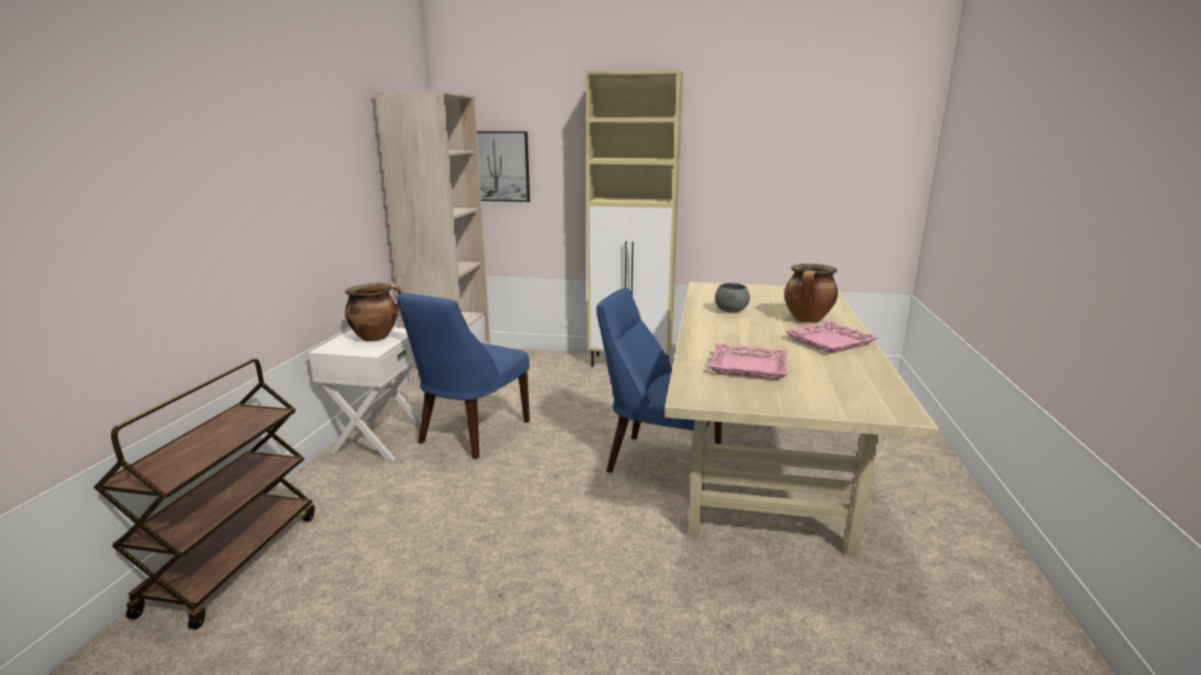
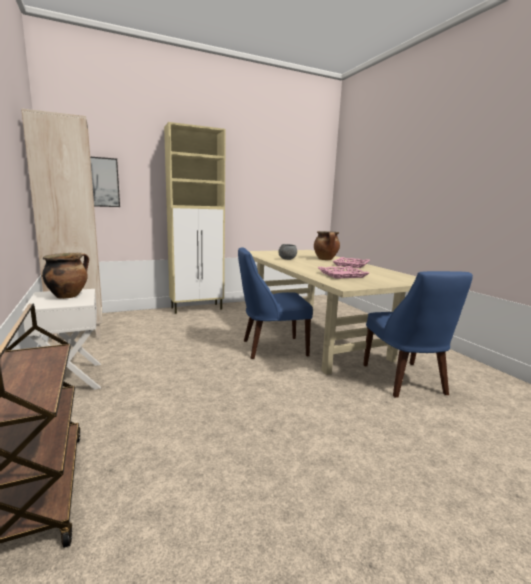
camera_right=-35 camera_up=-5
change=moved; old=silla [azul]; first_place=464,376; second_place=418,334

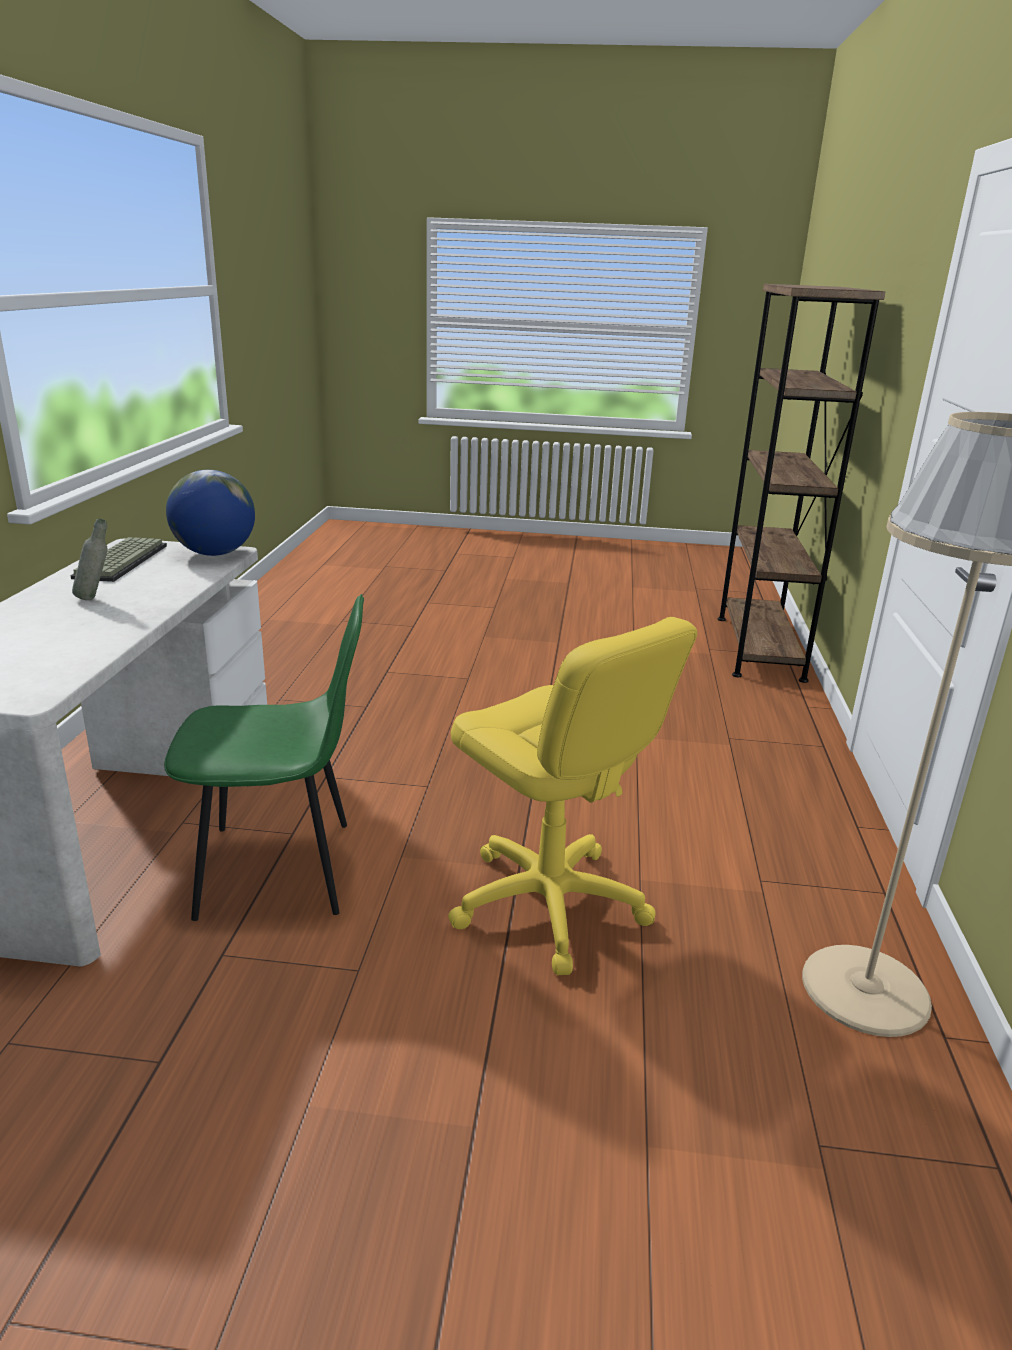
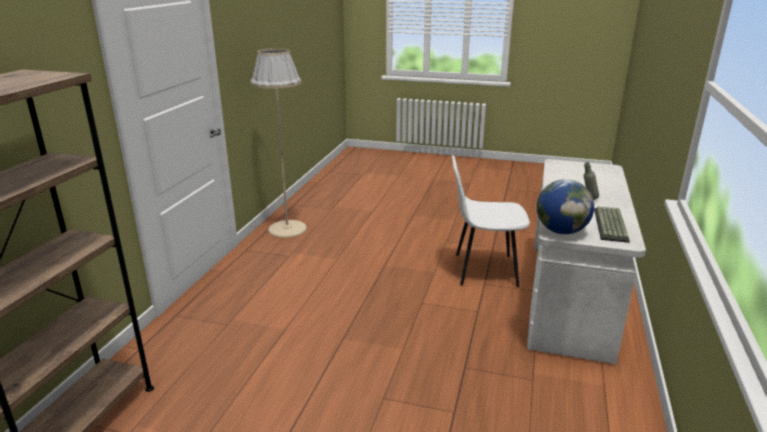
camera_right=-170 camera_up=0
change=recoloured; old=silla [verde]; new=silla [blanco]; first_place=264,757; second_place=491,221
change=removed; old=silla de oficina [amarillo]; first_place=572,796

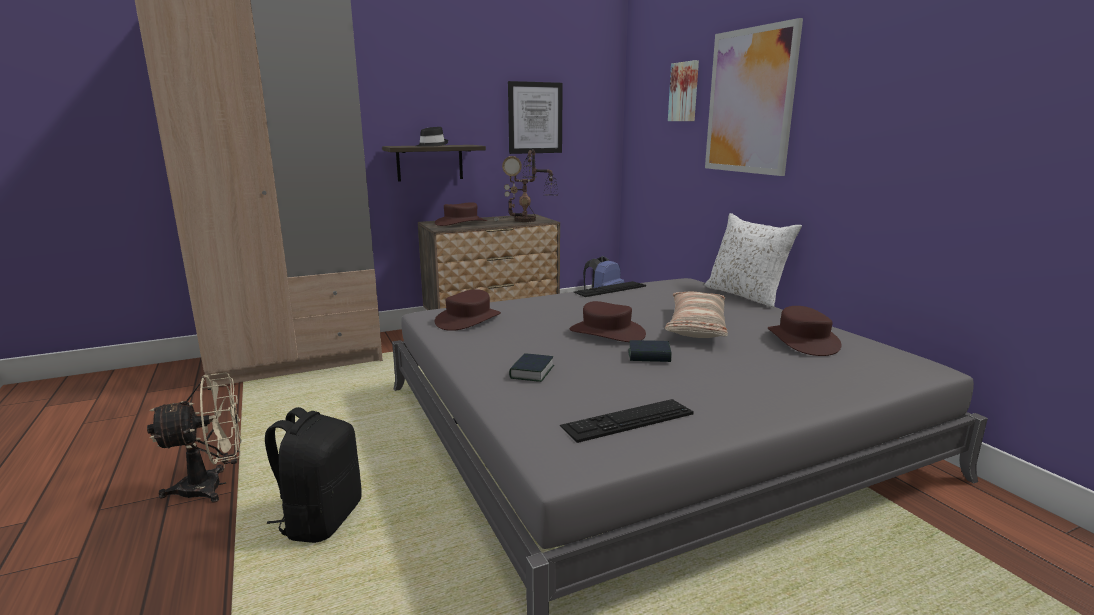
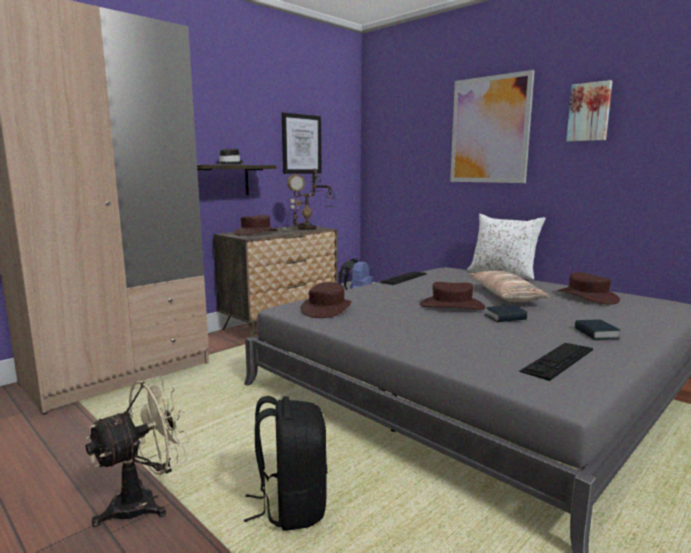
camera_right=-20 camera_up=-5
change=moved; old=cuadro; first_place=683,90; second_place=589,111
change=moved; old=libro; first_place=531,367; second_place=597,330

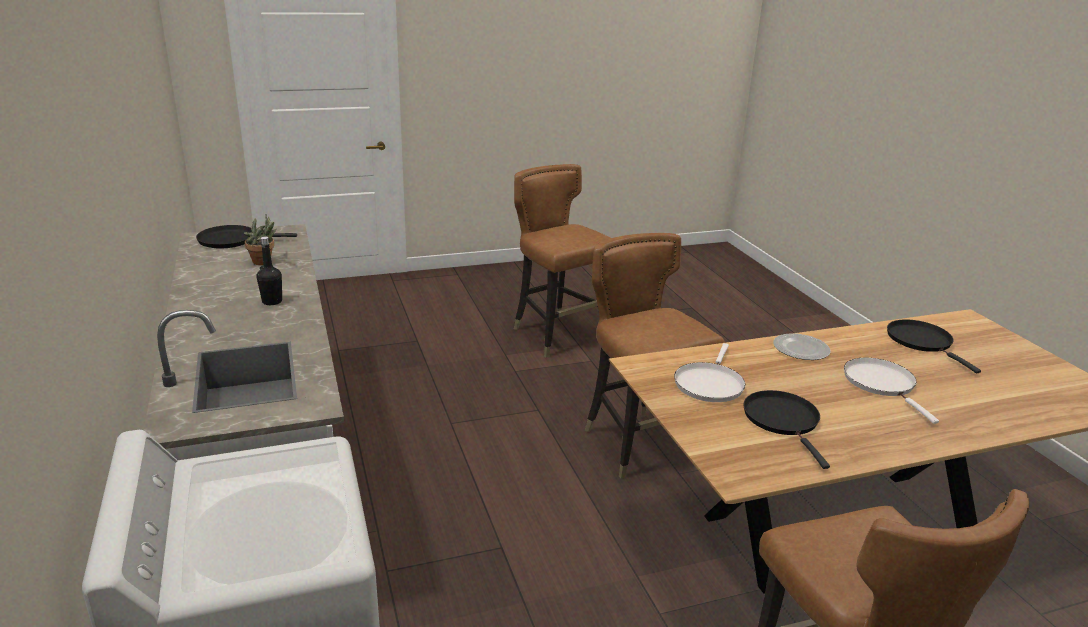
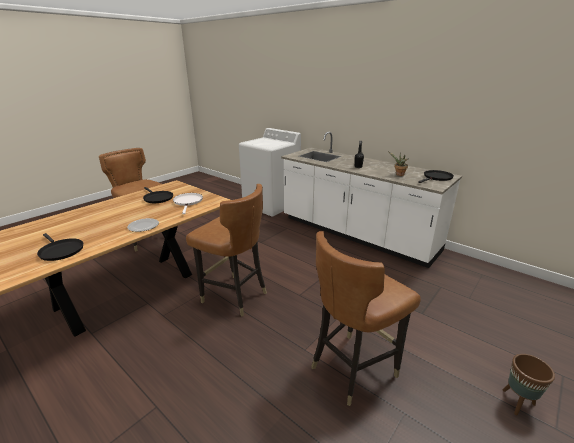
camera_right=150 camera_up=0
change=turned; old=silla [marrón]; first_place=562,261; second_place=366,318; degrees=120
change=removed; old=sartén [blanco]; first_place=891,391
change=added; new=maceta [marrón]; second_place=528,384

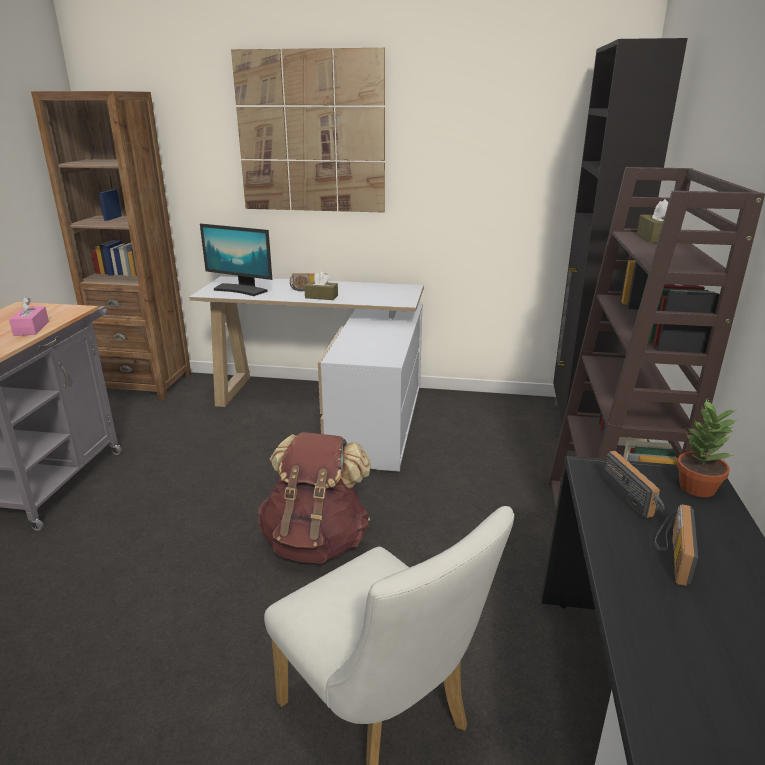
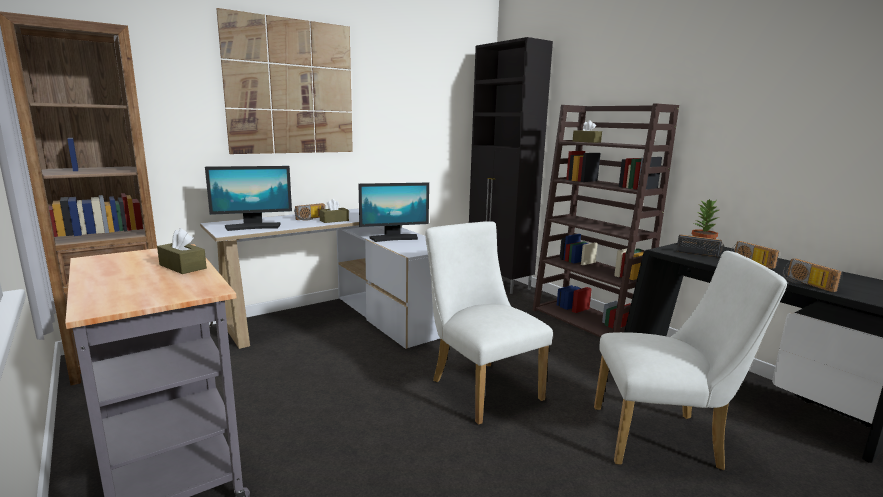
camera_right=-45 camera_up=-10
change=recoloured; old=caja de pañuelos [rosa]; new=caja de pañuelos [marrón]; first_place=29,316; second_place=182,251
change=replaced; old=mochila [marrón]; new=silla [blanco]; first_place=314,498; second_place=489,323
change=added; new=monitor; second_place=393,212
change=added; new=radio; second_place=812,275

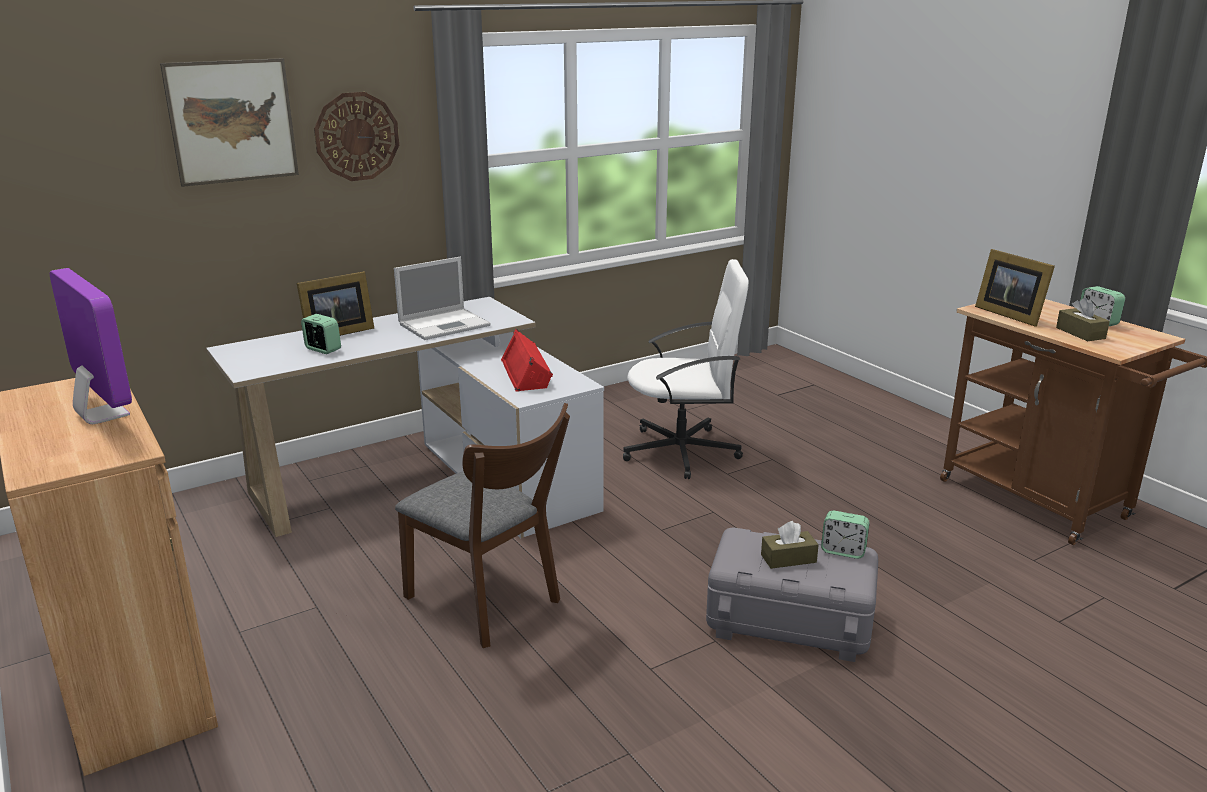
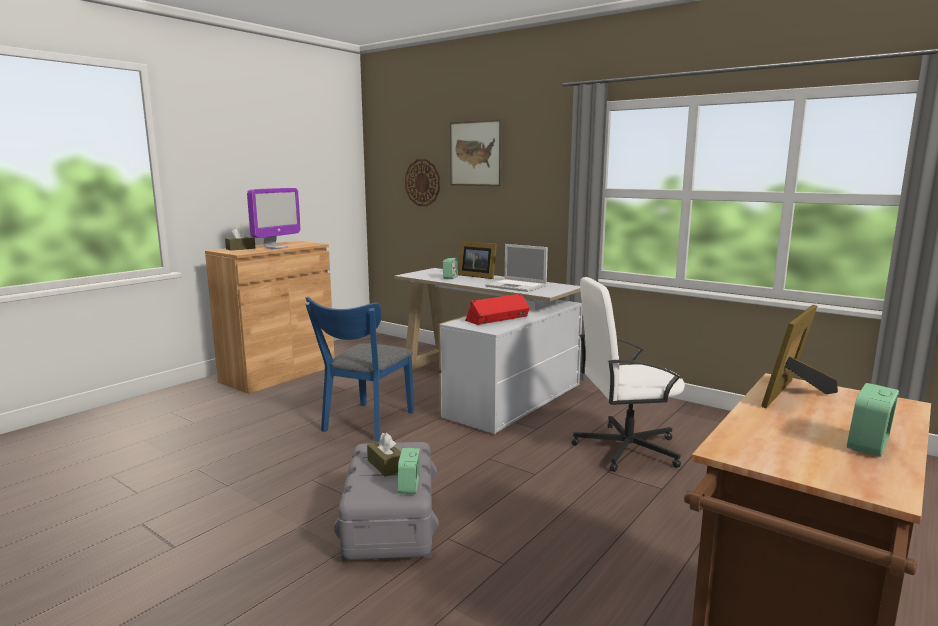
camera_right=70 camera_up=-10
change=moved; old=reloj de pared; first_place=356,136; second_place=422,182
change=turned; old=silla de oficina [blanco]; first_place=686,369; second_place=628,374; degrees=105
change=moved; old=caja de pañuelos [marrón]; first_place=1083,319; second_place=240,239
change=recoloured; old=silla [marrón]; new=silla [azul]; first_place=482,525; second_place=359,368

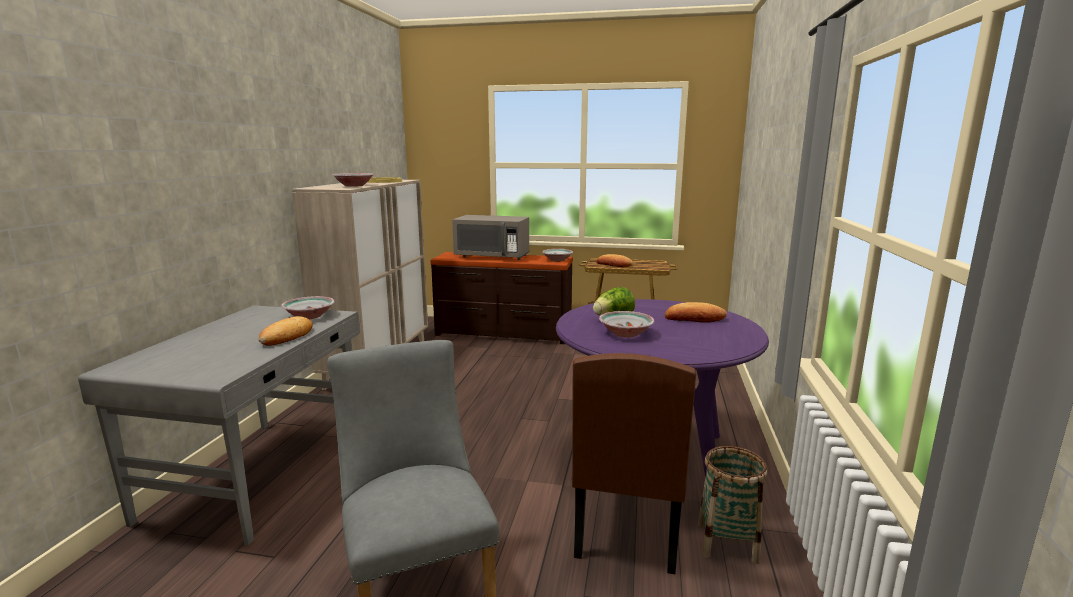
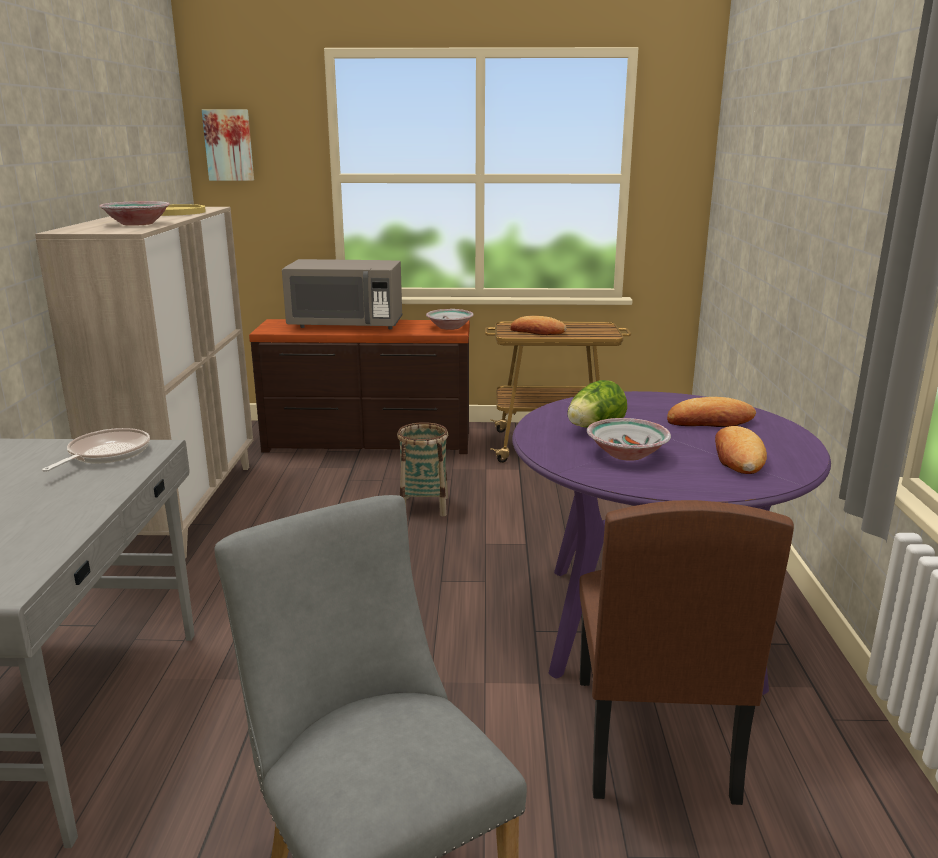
camera_right=-10 camera_up=5
change=replaced; old=cuenco; new=sartén; first_place=308,307; second_place=96,450
change=moved; old=pan; first_place=286,331; second_place=741,450
change=moved; old=cesta; first_place=732,505; second_place=422,469
change=added; new=cuadro; second_place=228,145

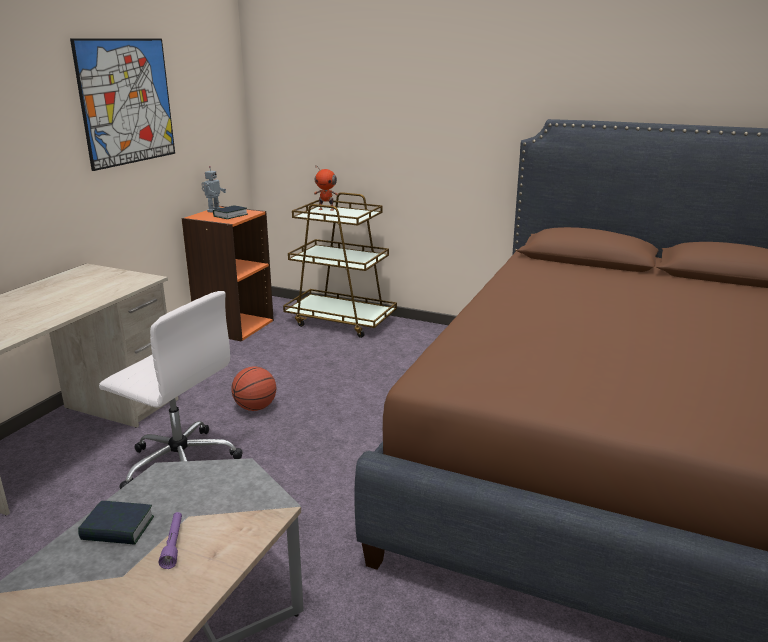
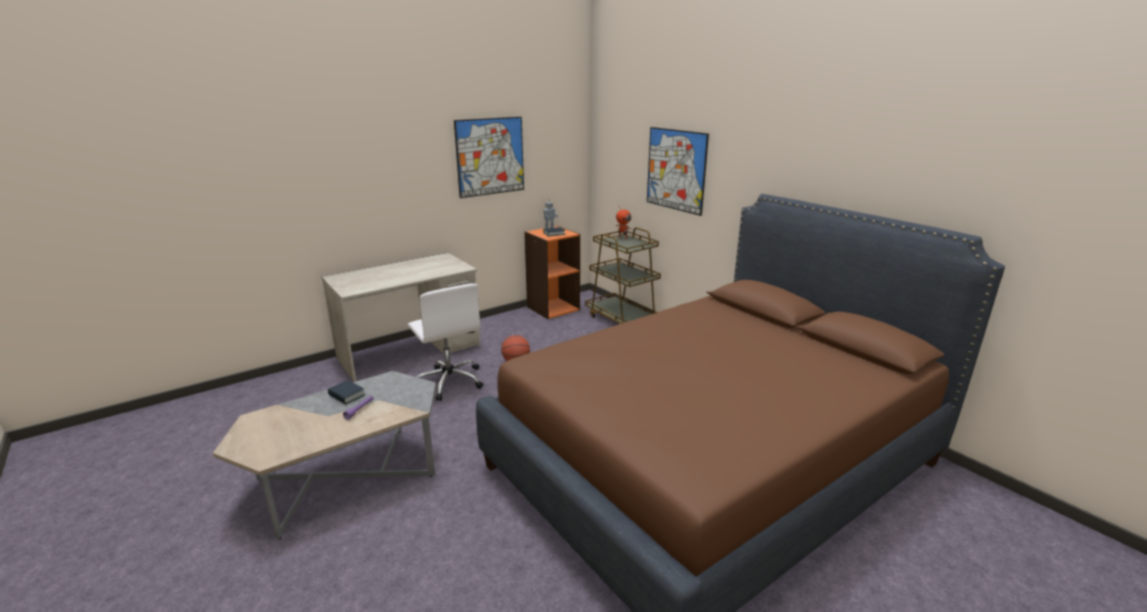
camera_right=30 camera_up=0
change=added; new=cuadro; second_place=678,171

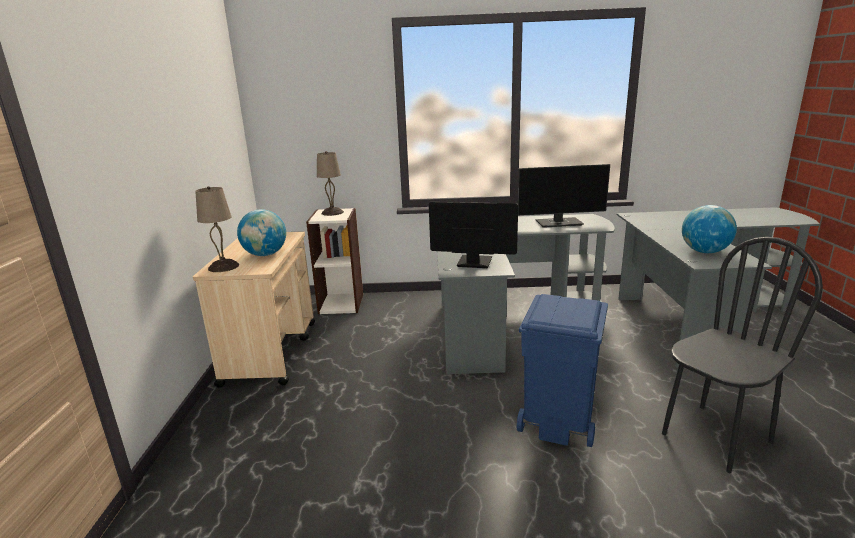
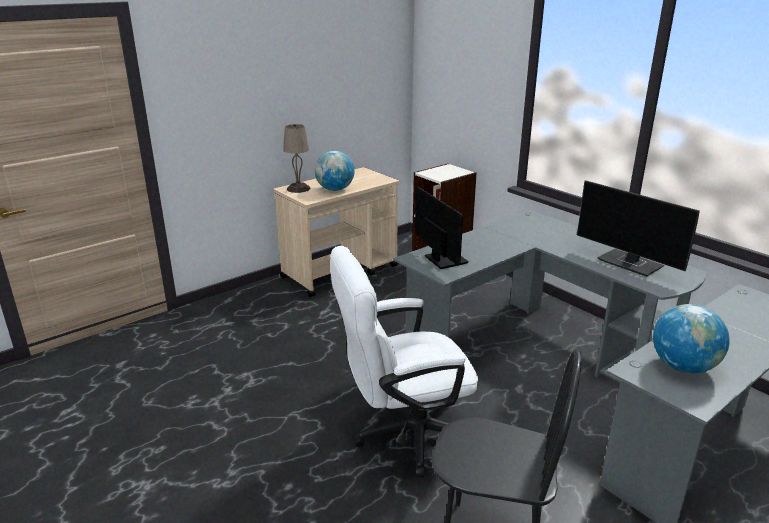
camera_right=50 camera_up=5
change=removed; old=lámpara de mesa [beis]; first_place=330,183
change=replaced; old=papelera [azul]; new=silla de oficina [blanco]; first_place=562,370; second_place=404,361

